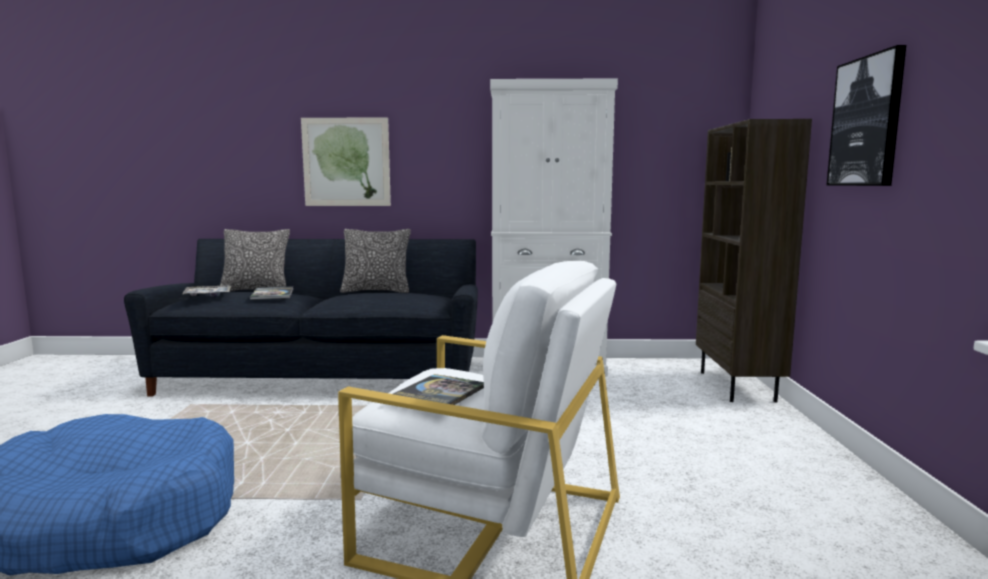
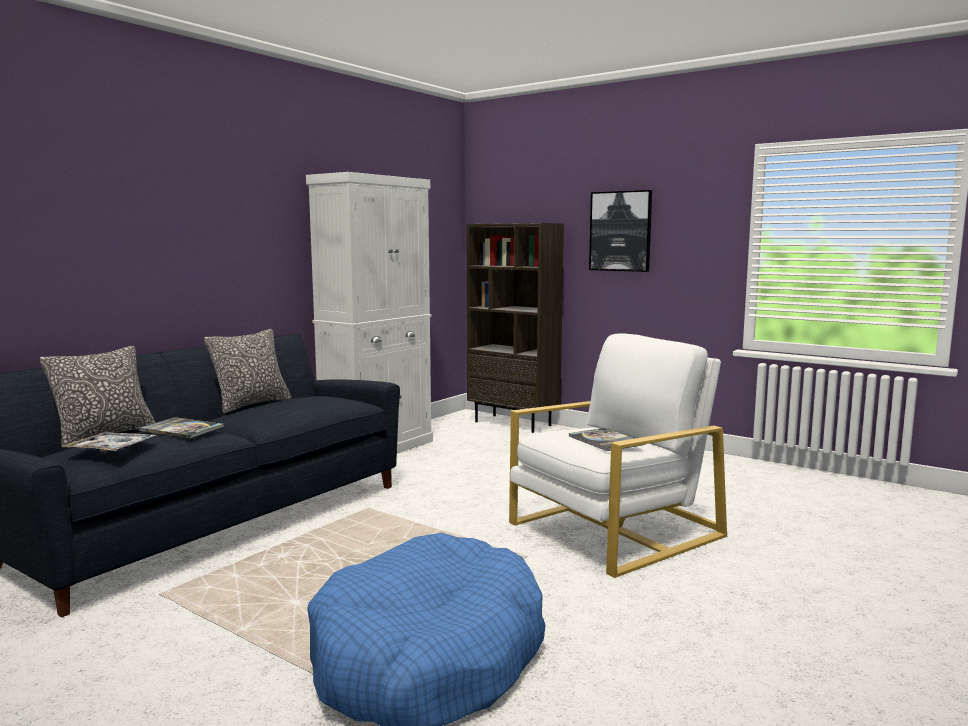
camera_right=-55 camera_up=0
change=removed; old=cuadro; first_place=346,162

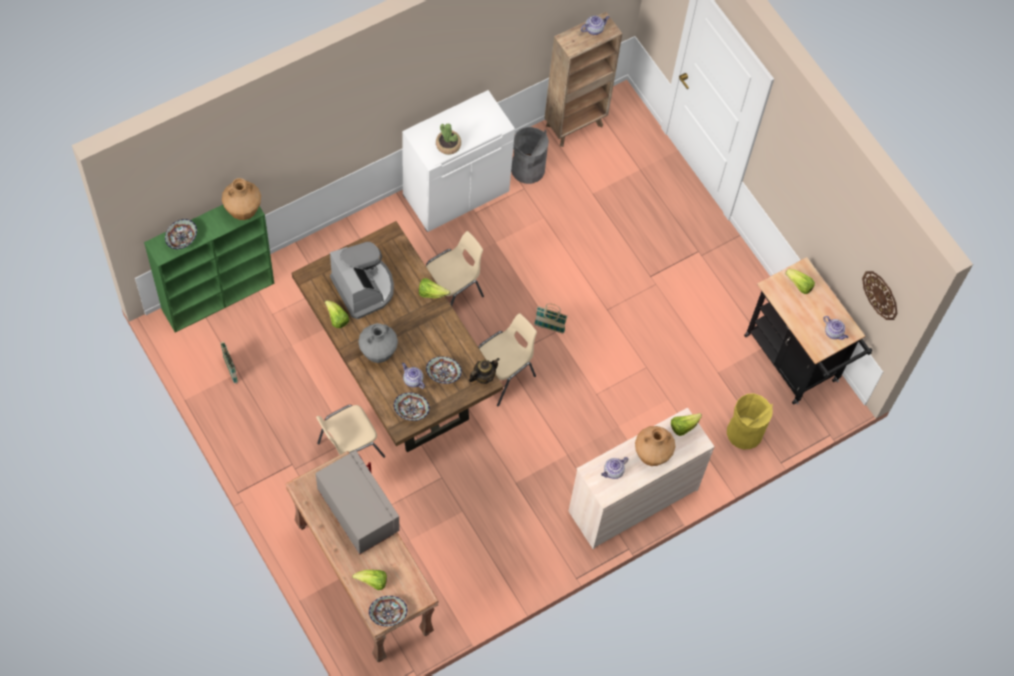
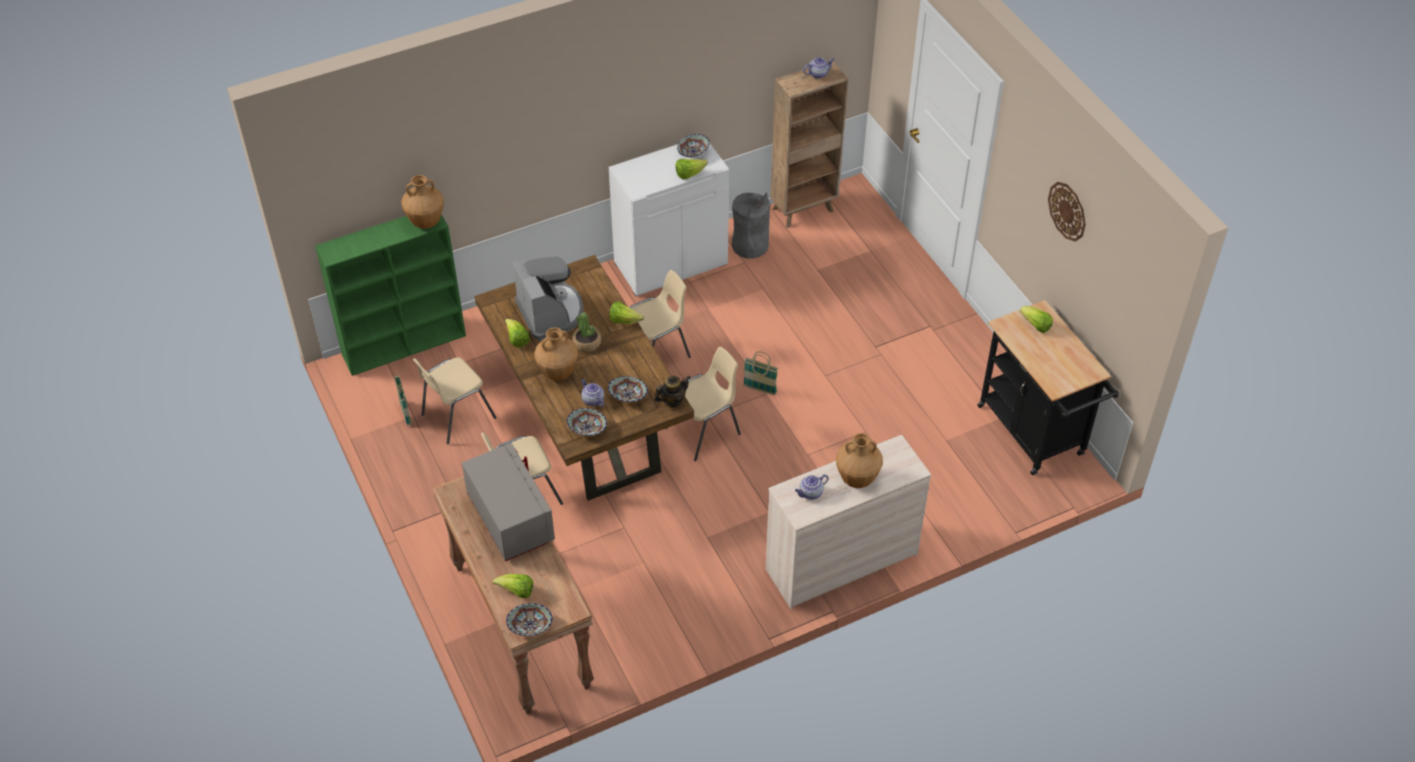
camera_right=10 camera_up=-15
change=moved; old=planta en maceta; first_place=448,139; second_place=586,332
change=moved; old=cuenco; first_place=181,234; second_place=693,145
change=moved; old=reloj de pared; first_place=879,295; second_place=1067,212
change=removed; old=tetera; first_place=835,328
change=recoloured; old=florero [gris]; new=florero [marrón]; first_place=378,343; second_place=556,354
change=removed; old=papelera [amarillo]; first_place=750,421
change=moved; old=lechuga; first_place=686,424; second_place=691,169
change=added; new=silla [beis]; second_place=455,400

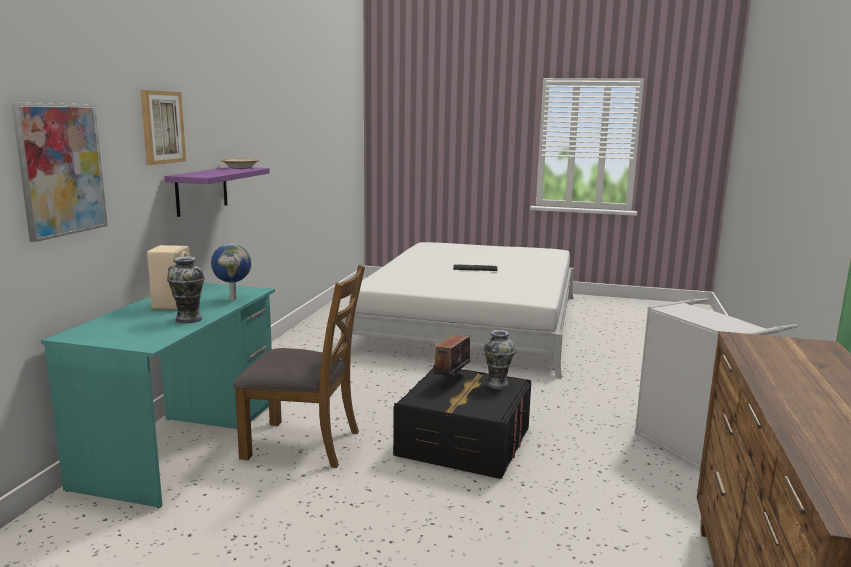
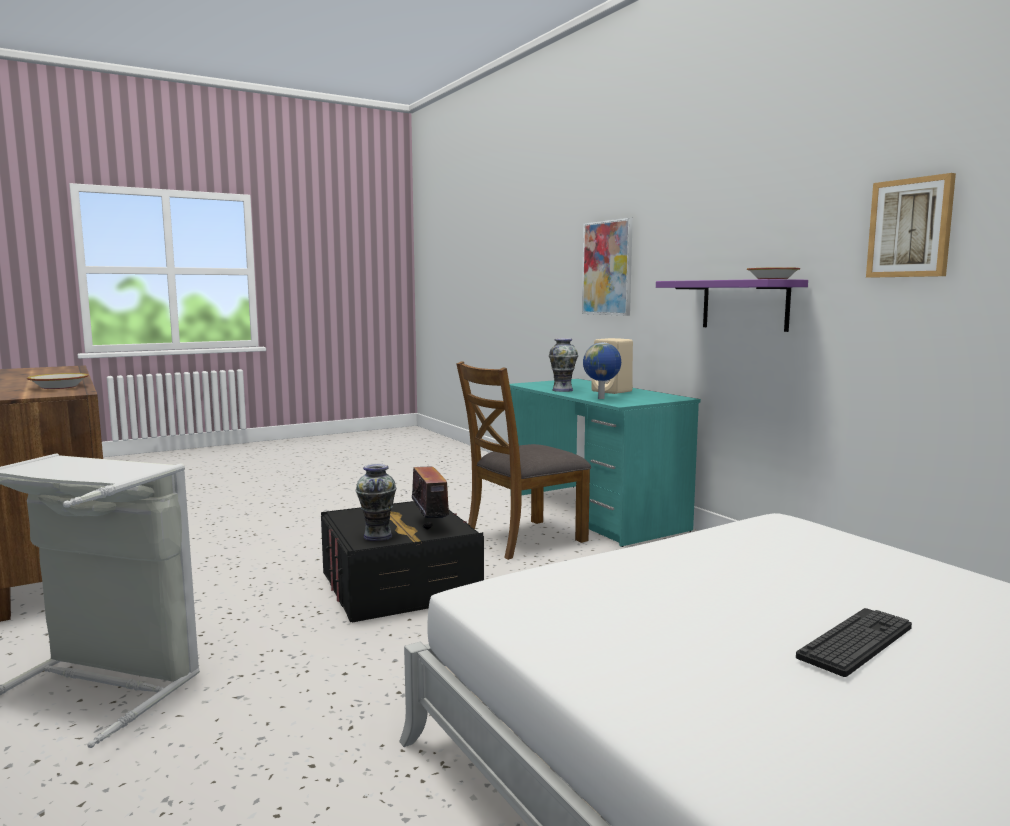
camera_right=135 camera_up=-5
change=moved; old=cuadro; first_place=163,127; second_place=911,225
change=added; new=cuenco; second_place=58,381

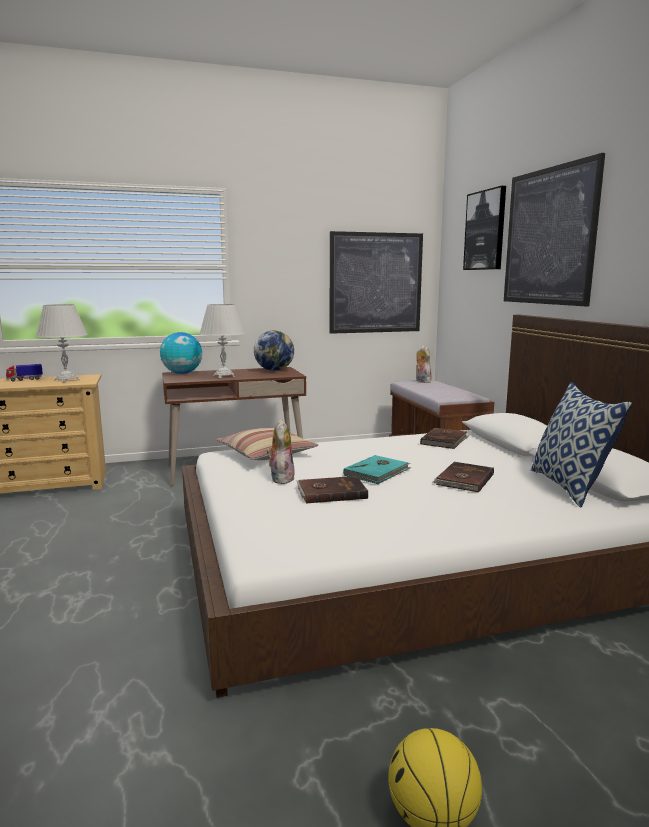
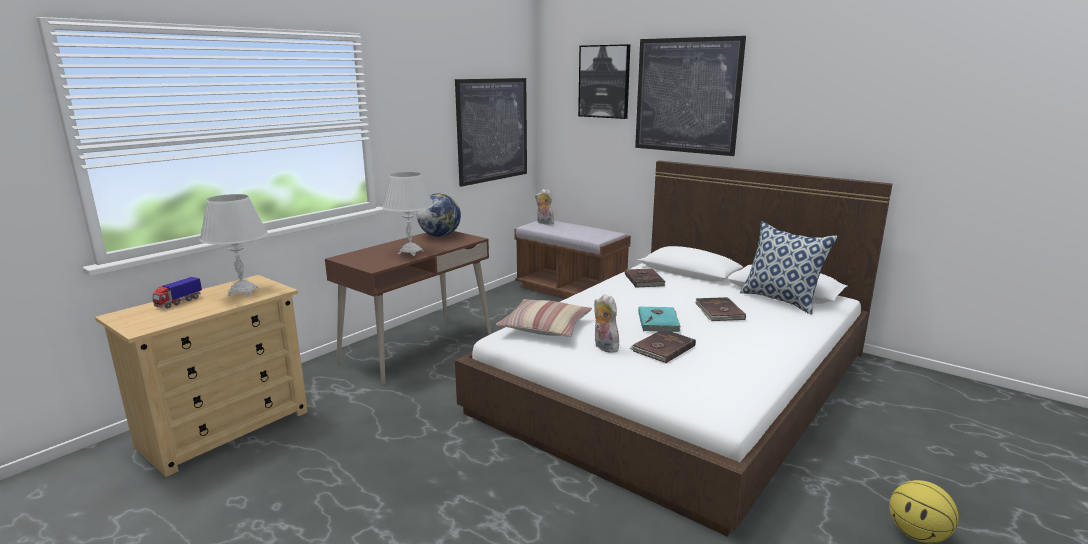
camera_right=-35 camera_up=5
change=removed; old=globo terráqueo; first_place=181,353

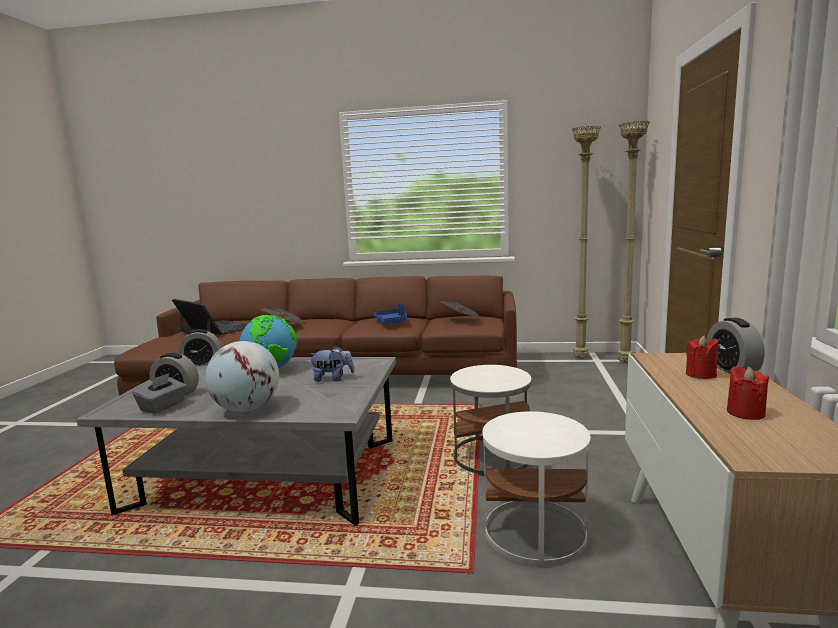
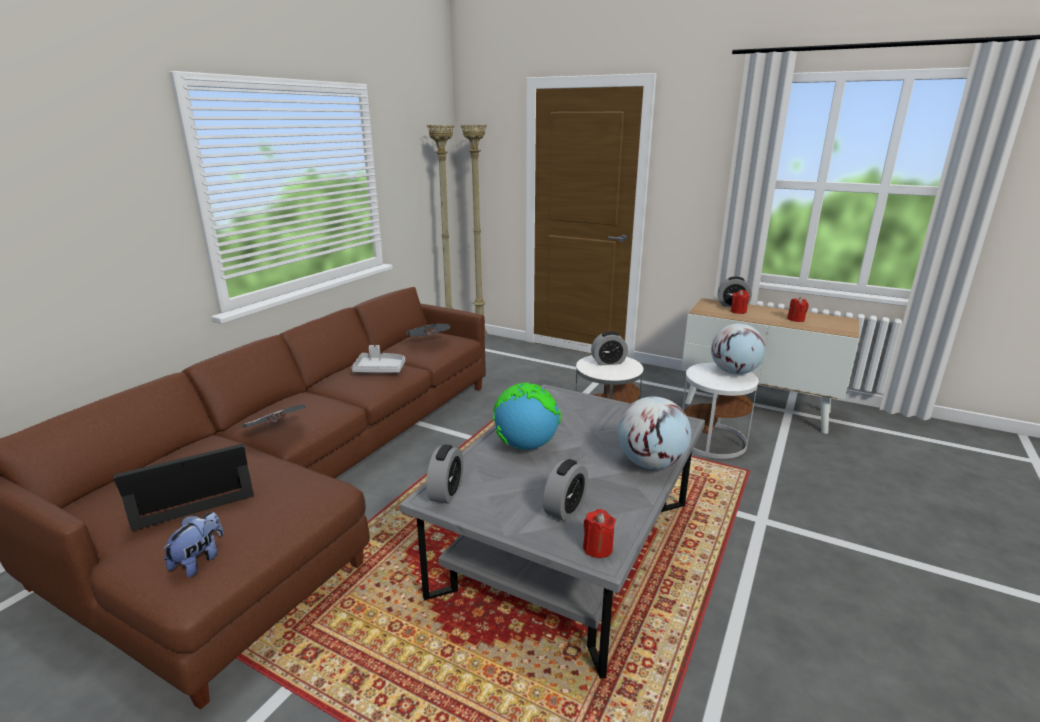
camera_right=-70 camera_up=10
change=recoloured; old=bandeja [azul]; new=bandeja [gris]; first_place=390,313; second_place=378,359
change=moved; old=peluche; first_place=332,364; second_place=193,544
change=removed; old=caja de pañuelos [gris]; first_place=159,393
change=added; new=globo terráqueo; second_place=738,349
change=added; new=despertador; second_place=609,348
change=added; new=vela [rojo]; second_place=599,533

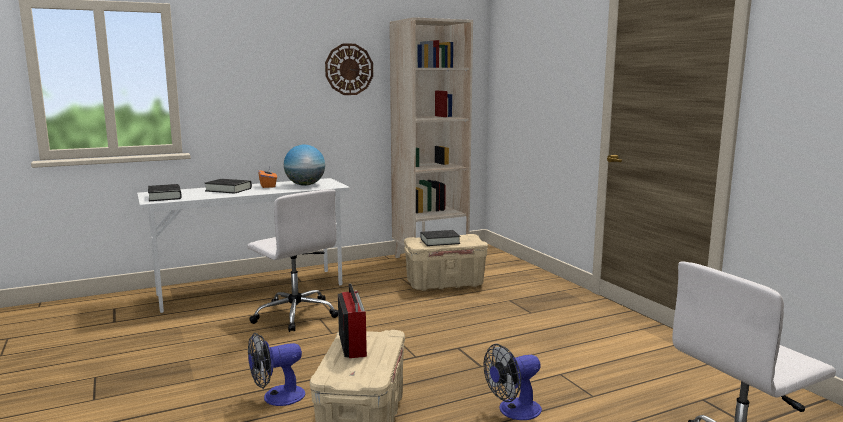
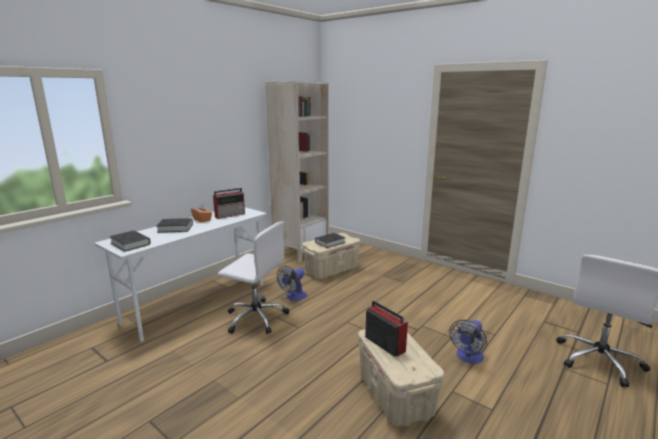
camera_right=-25 camera_up=5
change=removed; old=reloj de pared; first_place=349,69
change=replaced; old=globo terráqueo; new=radio; first_place=304,165; second_place=229,203
change=moved; old=ventilador; first_place=276,369; second_place=292,283

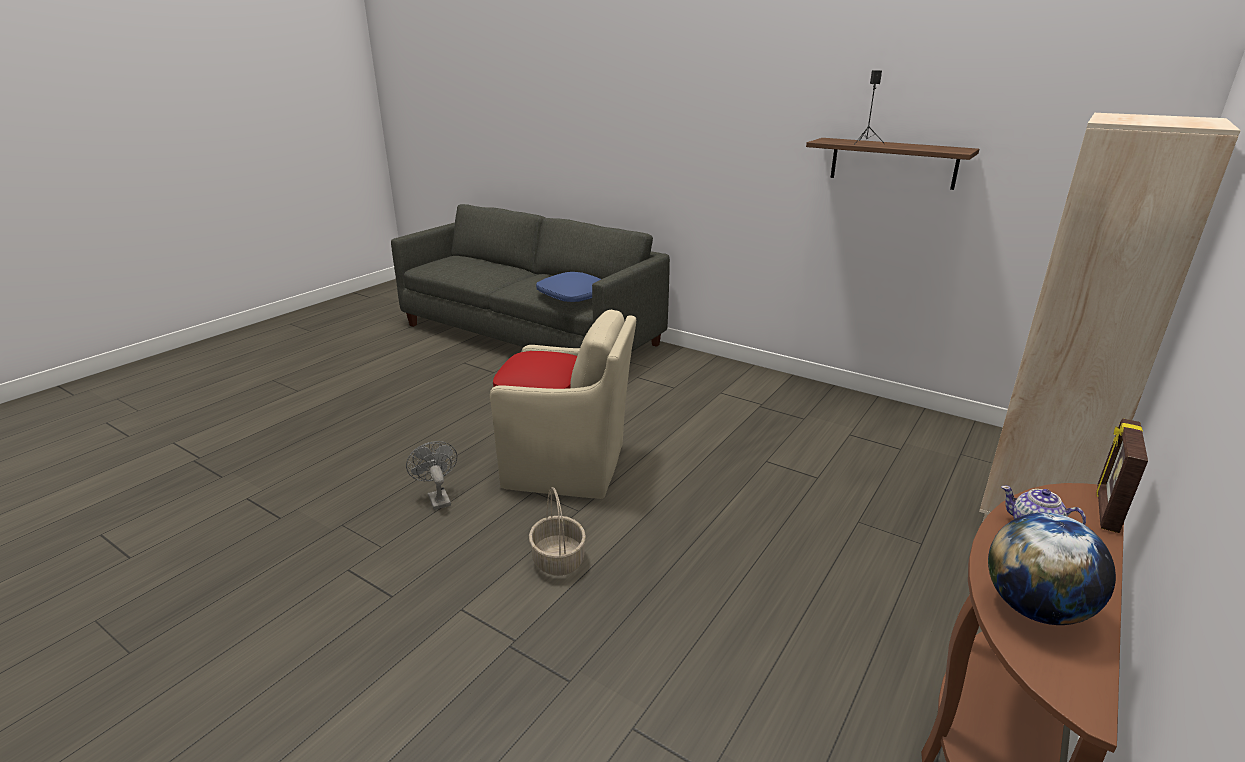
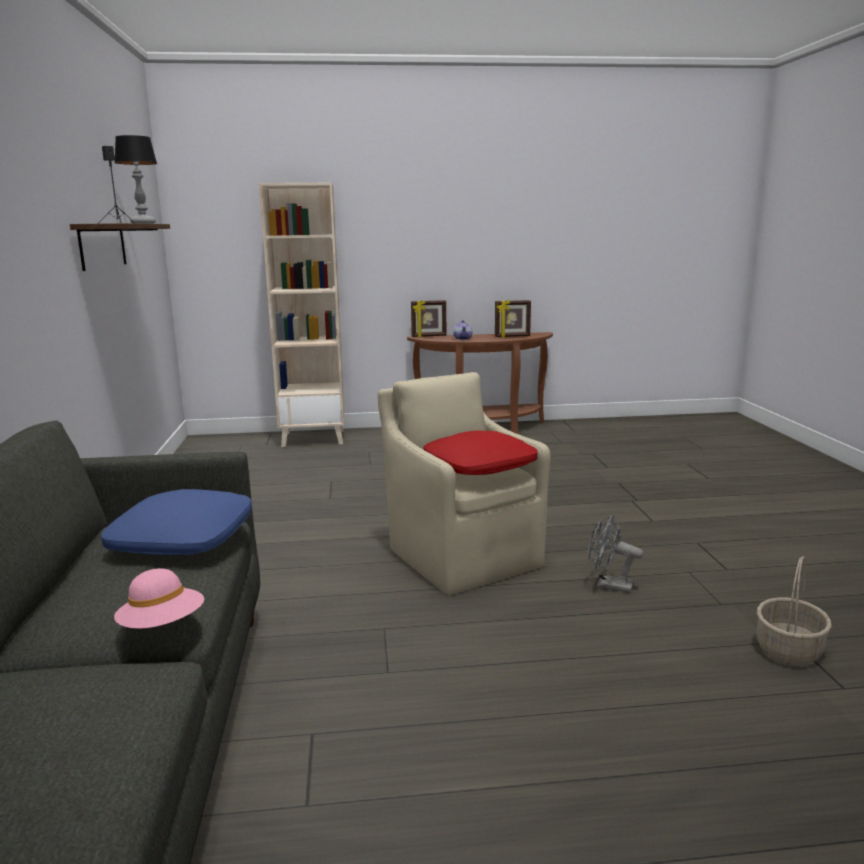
camera_right=-130 camera_up=-10
change=turned; old=ventilador [gris]; first_place=431,475; second_place=615,554; degrees=90
change=moved; old=cesta; first_place=557,531; second_place=794,610
change=replaced; old=globo terráqueo; new=portarretratos; first_place=1052,569; second_place=513,318
change=added; new=lámpara de mesa; second_place=135,179
change=added; new=sombrero [rosa]; second_place=159,598

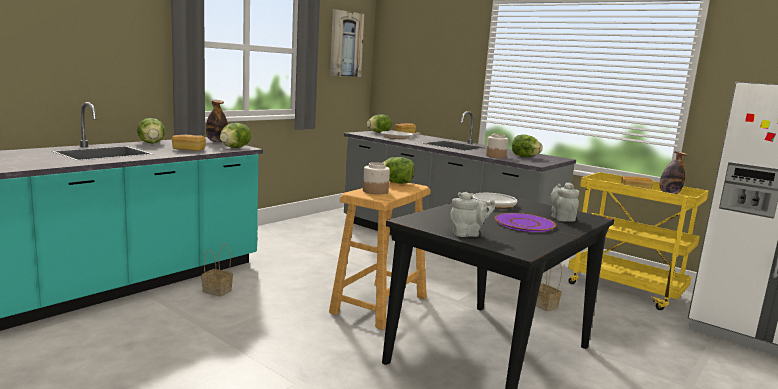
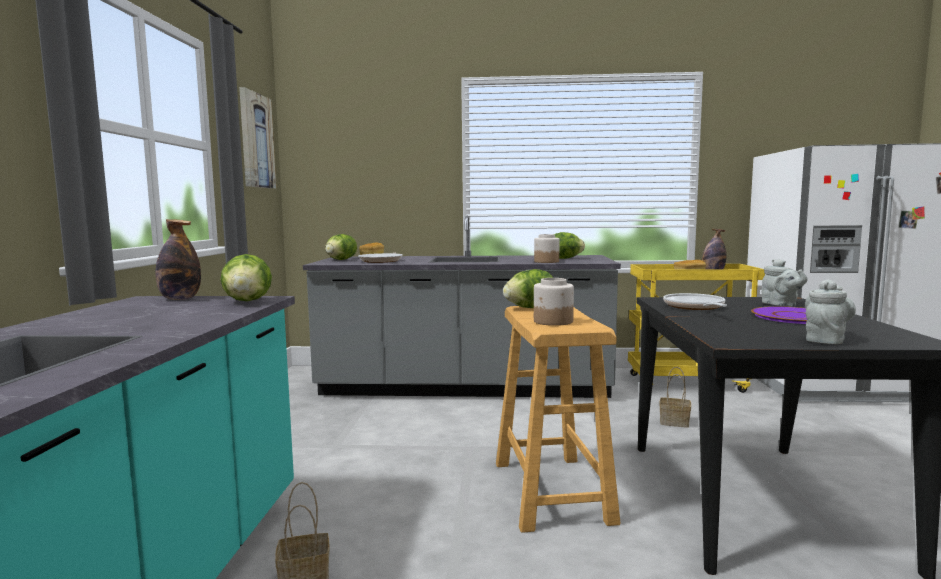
camera_right=-35 camera_up=-5
change=removed; old=lechuga; first_place=151,131
change=removed; old=pan; first_place=189,143
change=turned; old=tetera [gris]; first_place=564,202; second_place=784,283; degrees=-150

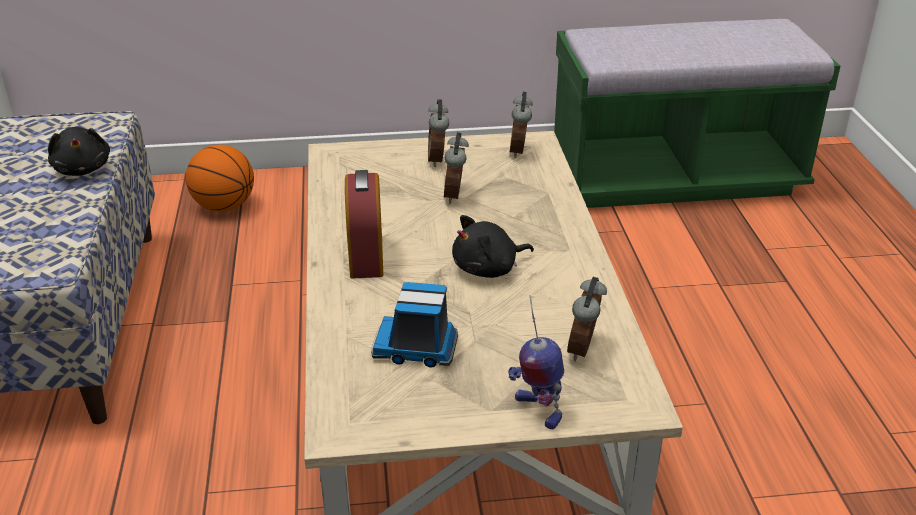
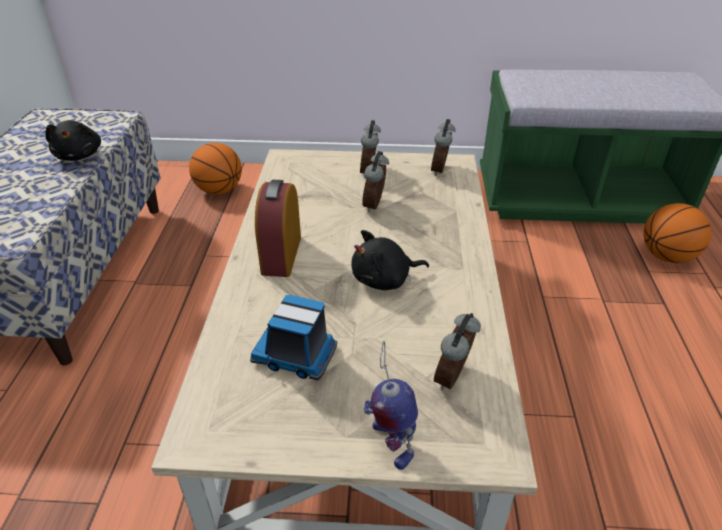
camera_right=10 camera_up=5
change=added; new=balón de baloncesto; second_place=677,233

